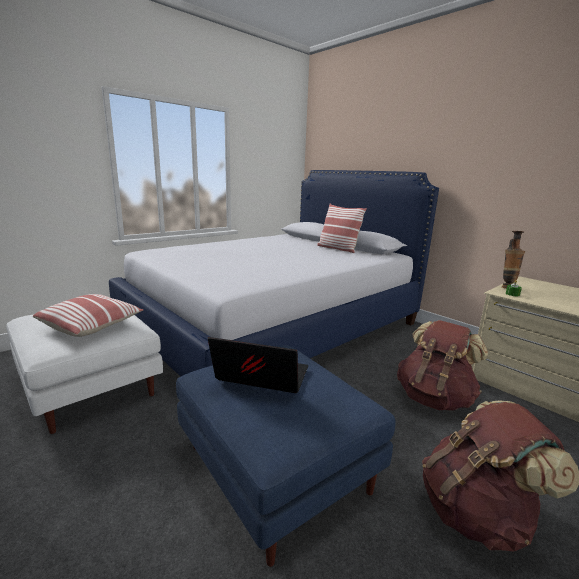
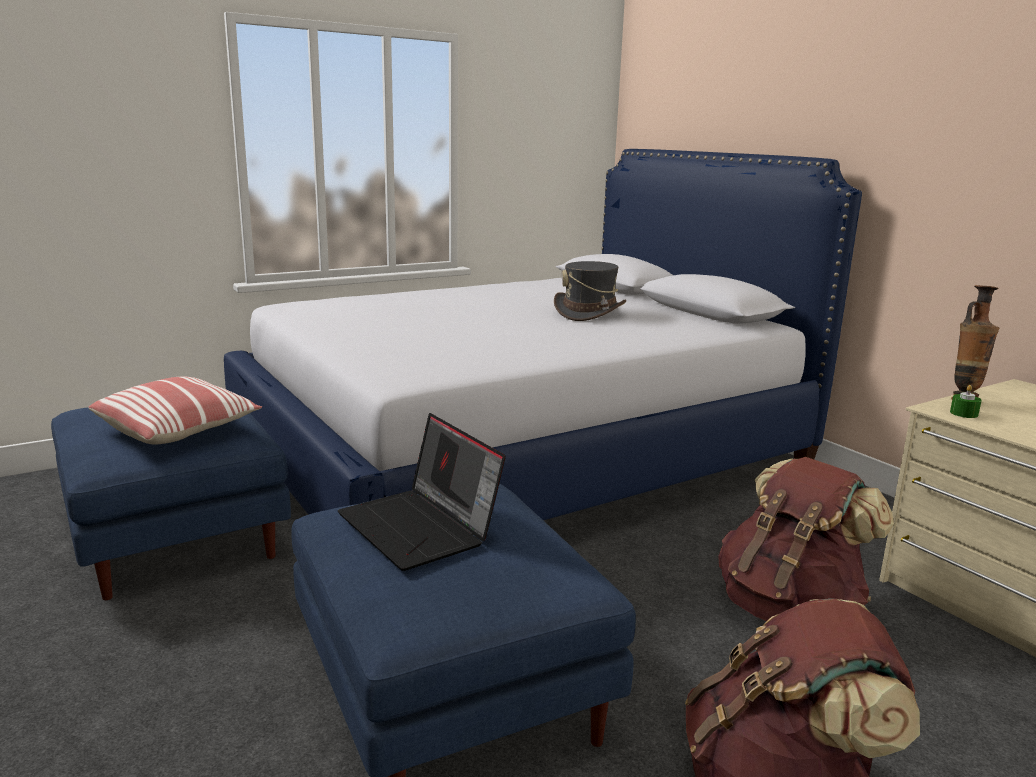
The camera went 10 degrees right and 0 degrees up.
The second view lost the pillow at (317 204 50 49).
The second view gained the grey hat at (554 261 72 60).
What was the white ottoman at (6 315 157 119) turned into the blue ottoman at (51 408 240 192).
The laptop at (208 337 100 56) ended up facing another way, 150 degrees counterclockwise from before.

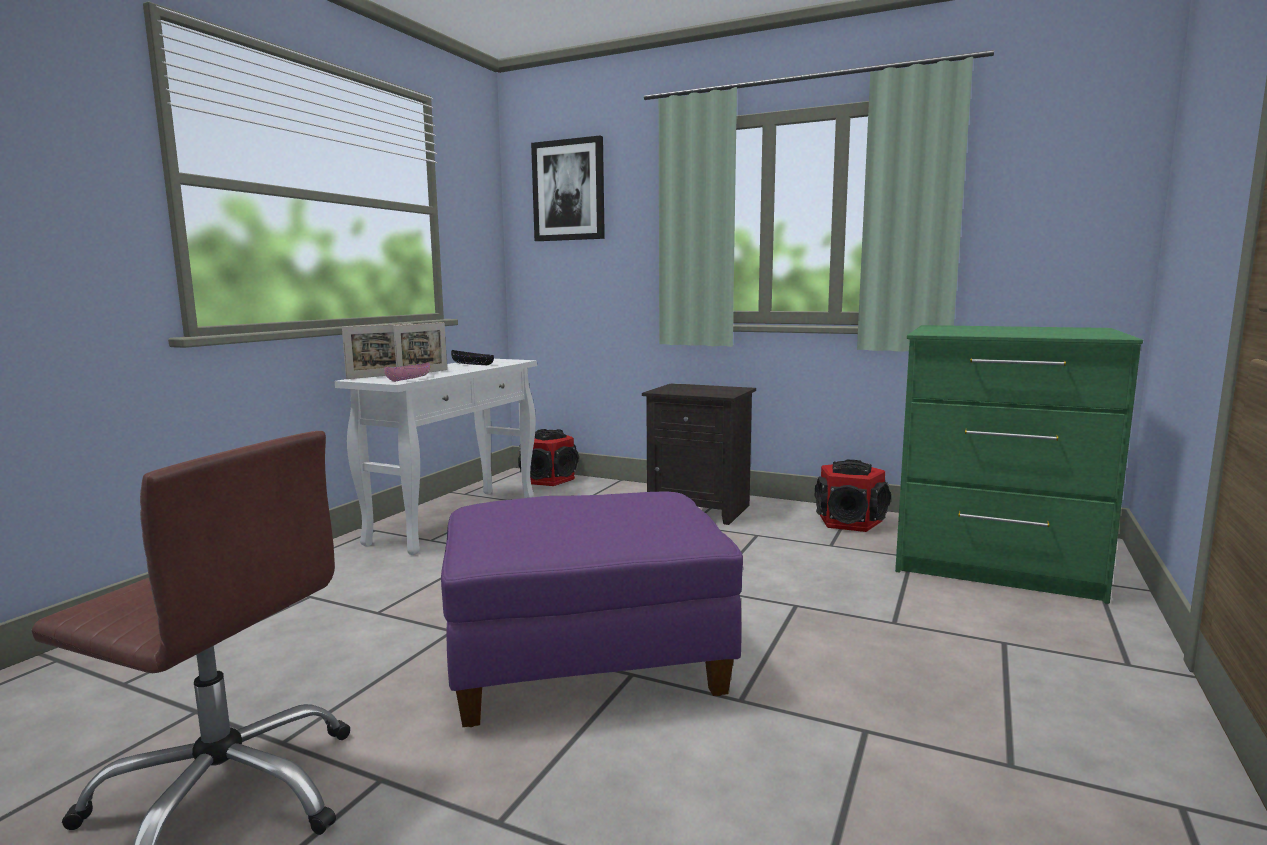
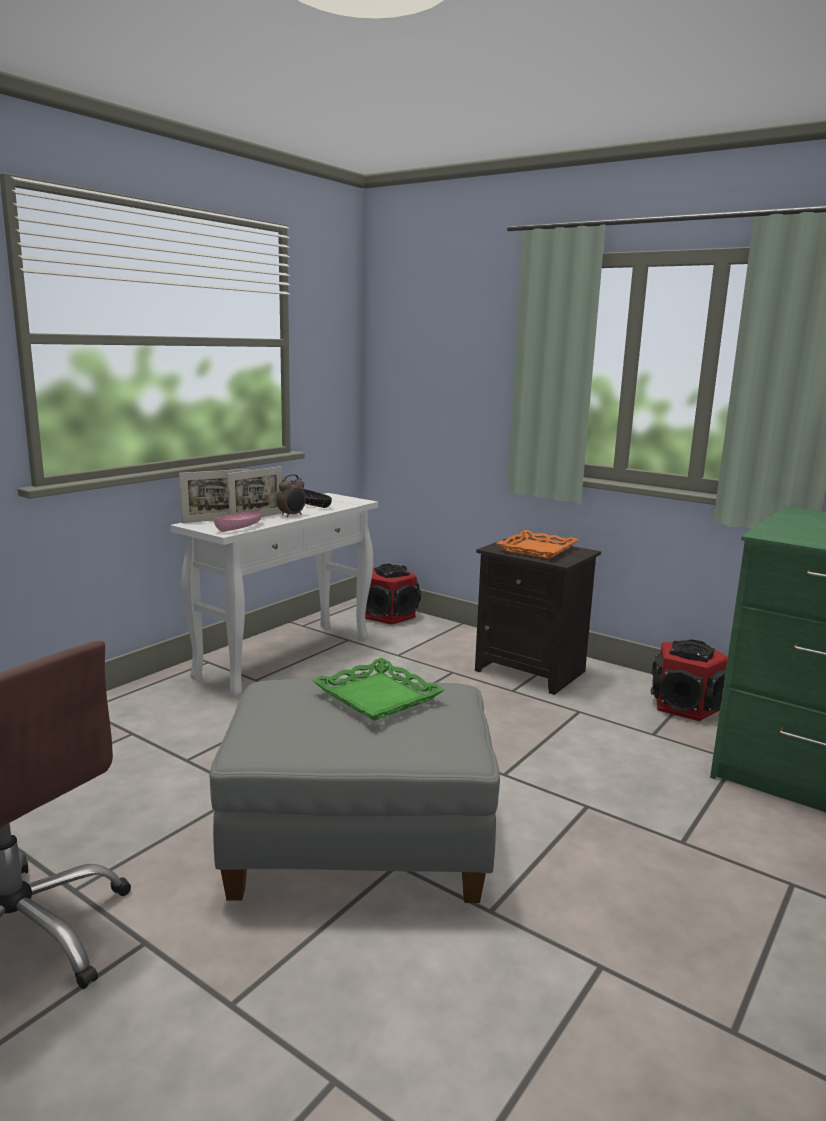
The camera went 10 degrees right and 5 degrees up.
The second view lost the picture at (531 135 74 106).
The second view gained the alarm clock at (277 474 29 43).
The second view gained the green tray at (312 658 134 63).
The second view gained the orange tray at (496 530 83 29).
What was the purple ottoman at (441 491 302 236) turned into the grey ottoman at (210 678 290 225).

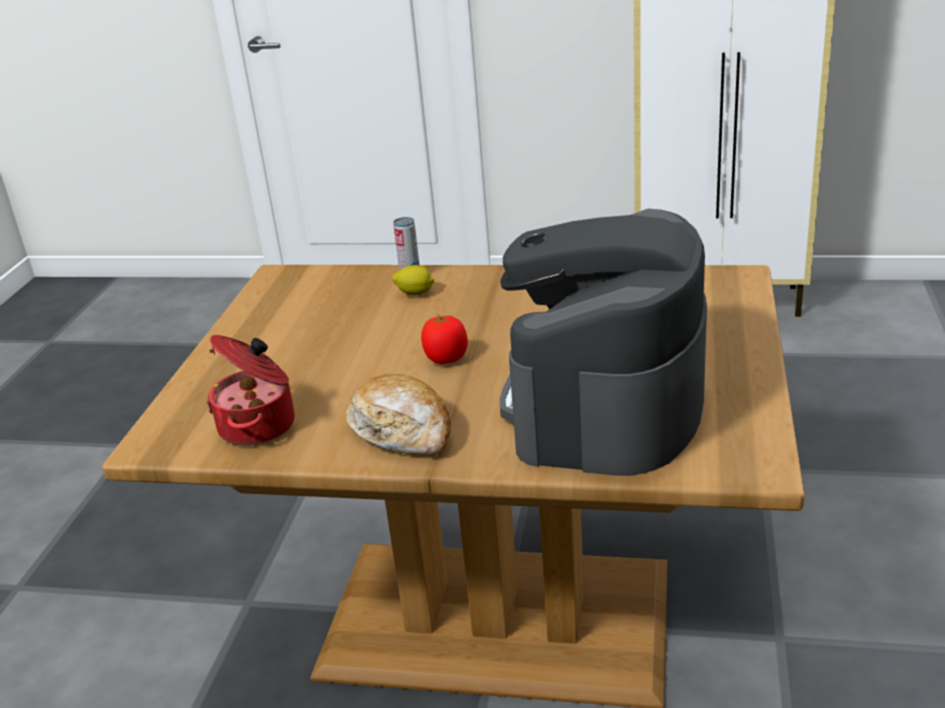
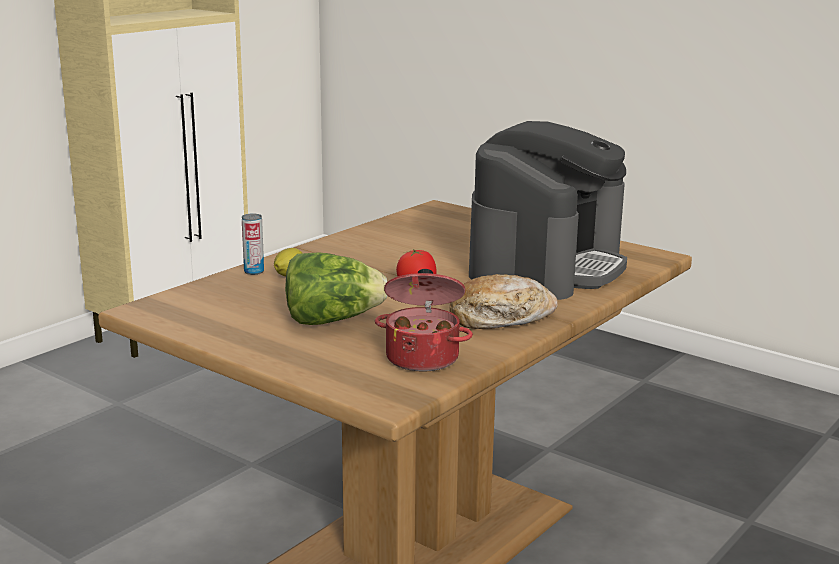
The camera went 65 degrees left and 10 degrees down.
The second view gained the lettuce at (285 252 102 73).
The coffee machine at (500 209 207 267) ended up facing another way, 105 degrees counterclockwise from before.

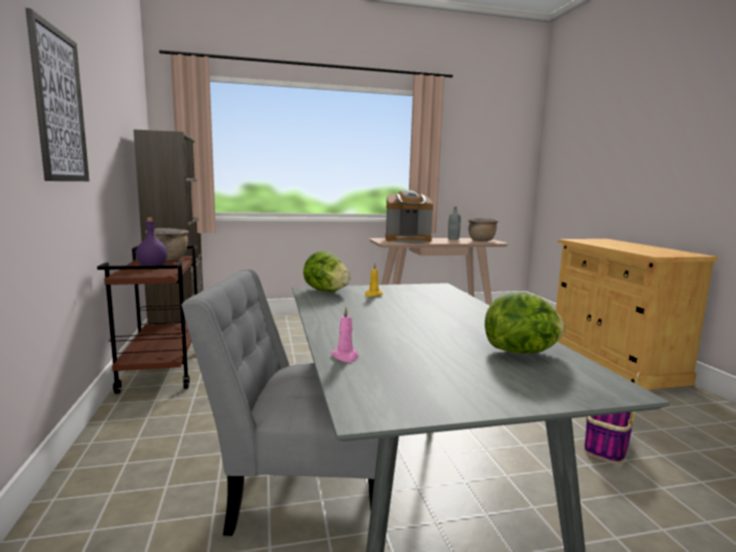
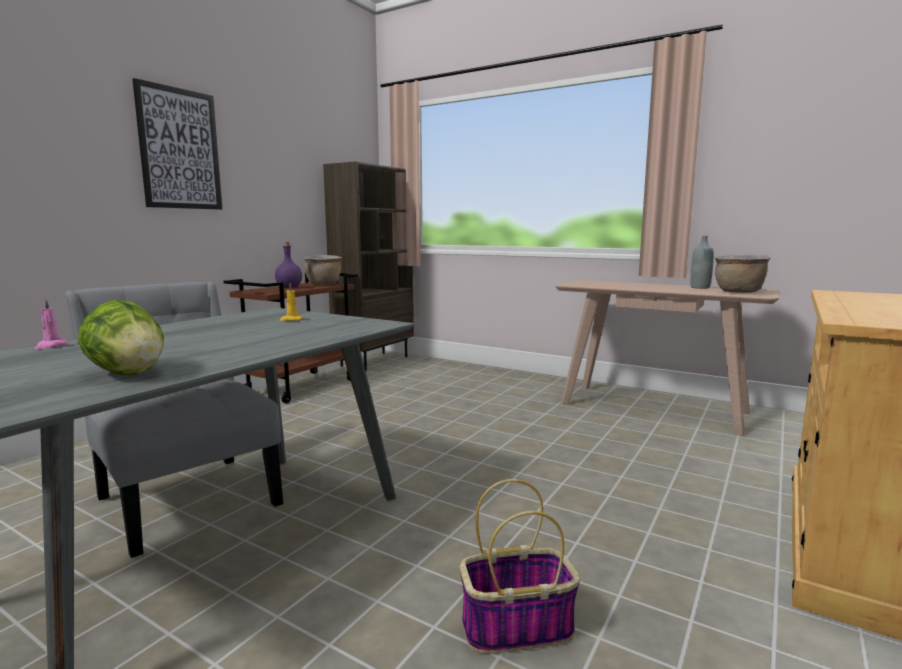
The camera went 45 degrees right and 0 degrees up.
The second view lost the lettuce at (303 251 48 41).
The second view lost the coffee machine at (385 190 48 52).

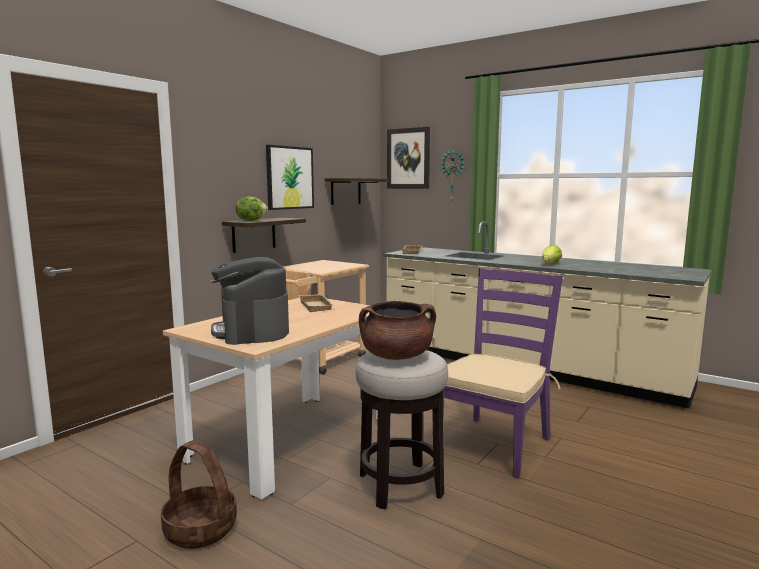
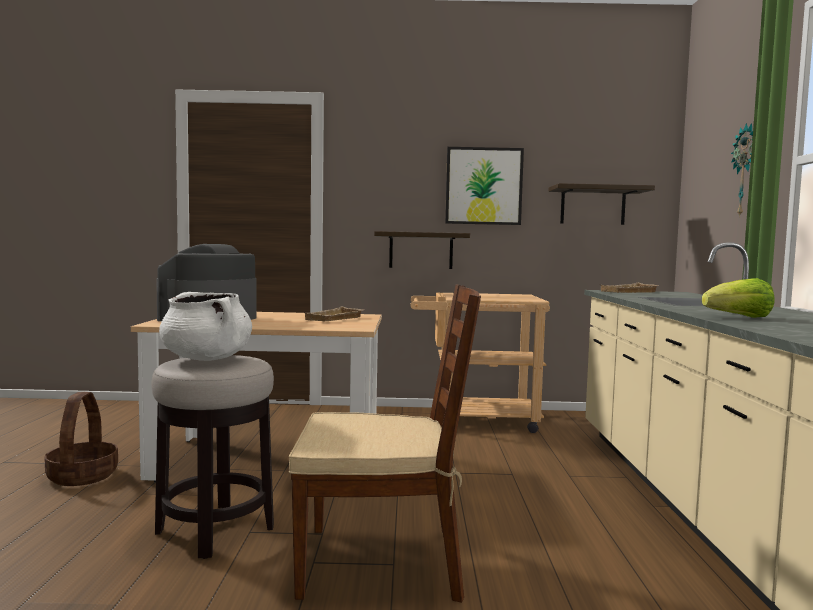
The camera went 55 degrees right and 5 degrees down.
The second view lost the lettuce at (236 196 32 25).
The second view lost the picture at (387 127 43 62).
What was the brown cooking pot at (359 301 77 59) turned into the white cooking pot at (159 292 93 69).
What was the purple chair at (443 268 120 211) turned into the brown chair at (289 284 192 319).

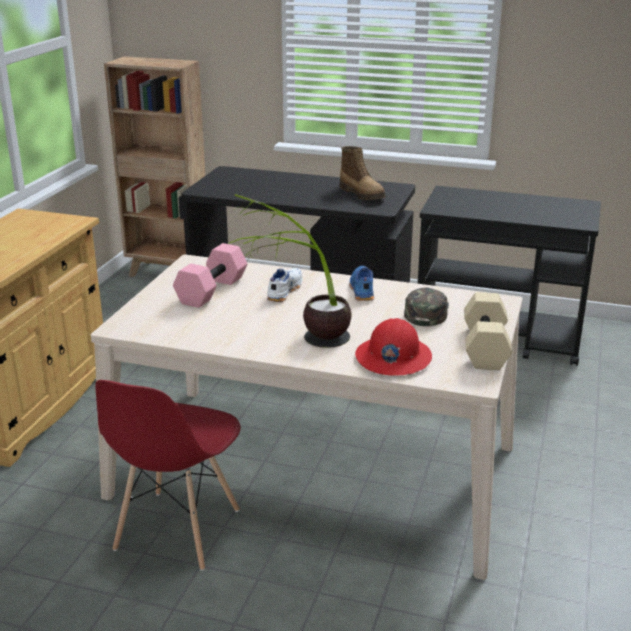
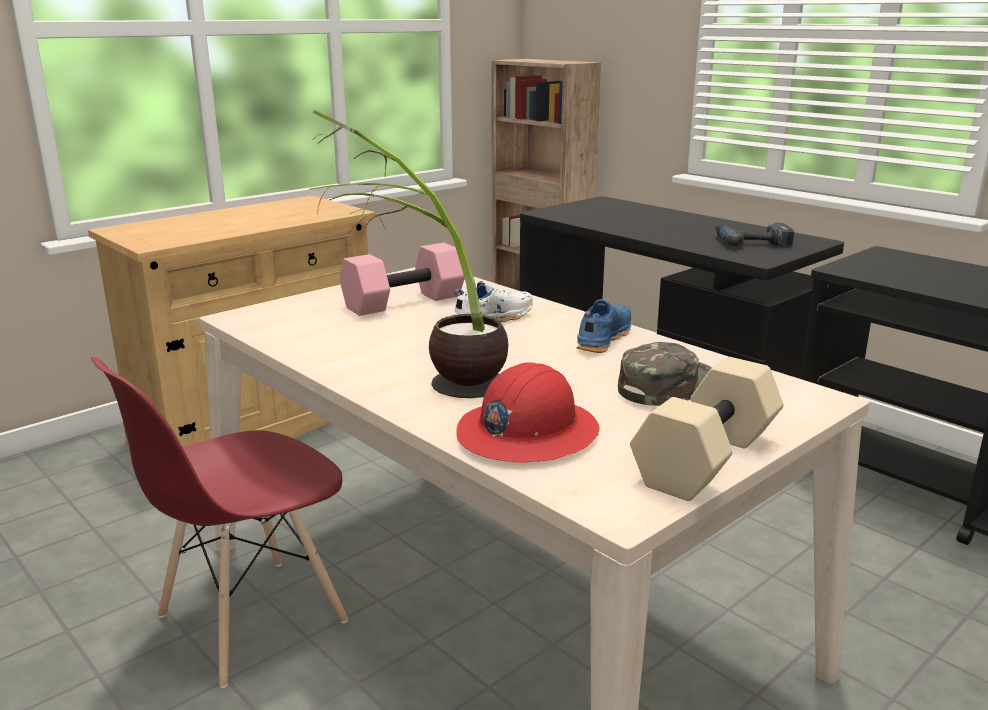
The camera went 30 degrees right and 5 degrees down.
Where the boot stood at (339 146 47 54), the power drill came to stand at (715 223 79 24).

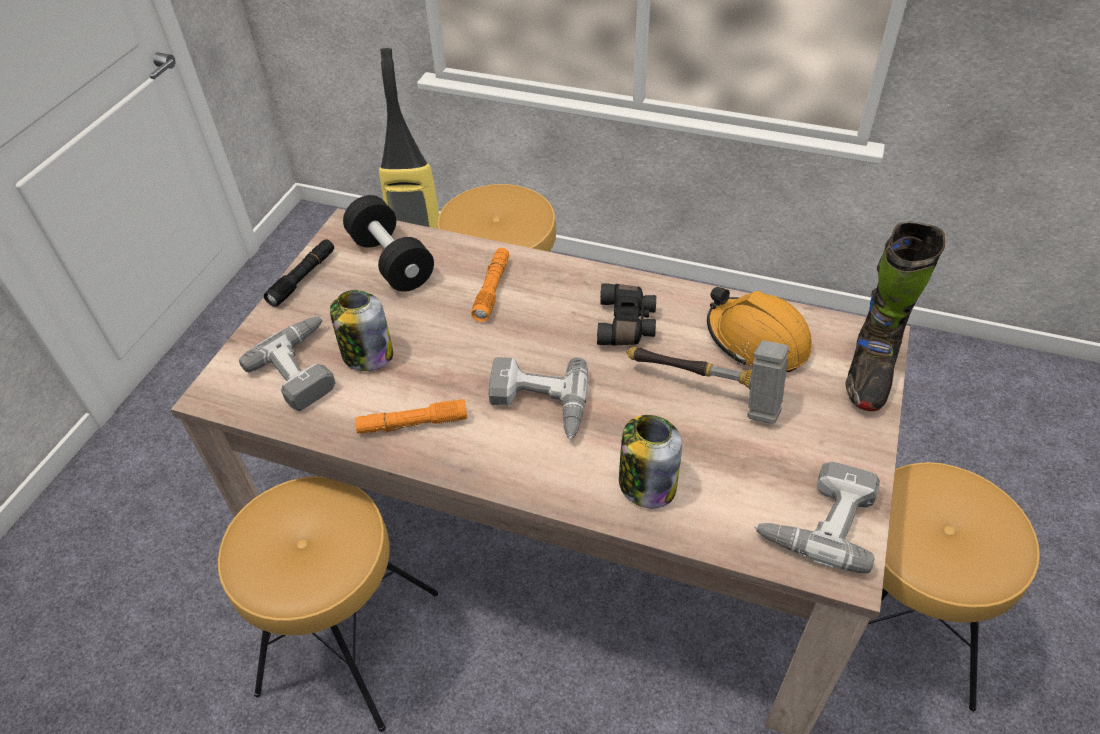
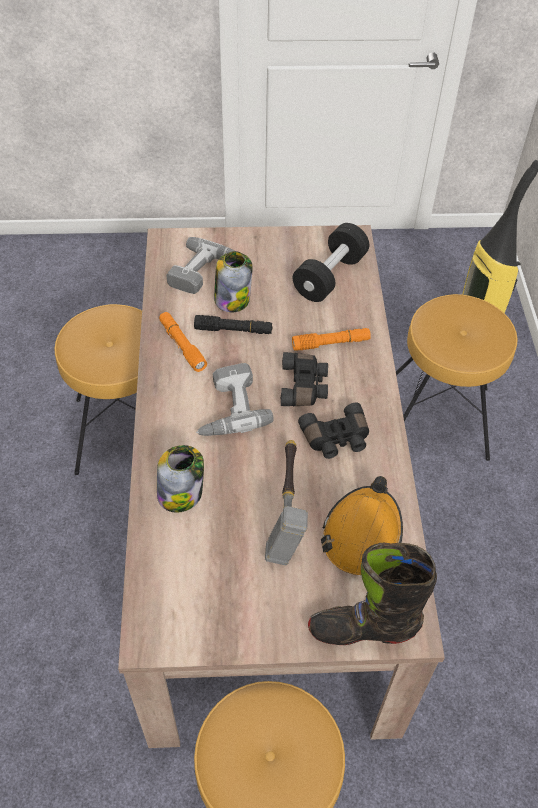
The camera went 65 degrees right and 5 degrees up.
The second view lost the power drill at (754 462 126 111).
The second view gained the black binoculars at (281 352 47 54).
The black flashlight ended up elsewhere, having gone from (264 239 70 68) to (194 315 78 19).

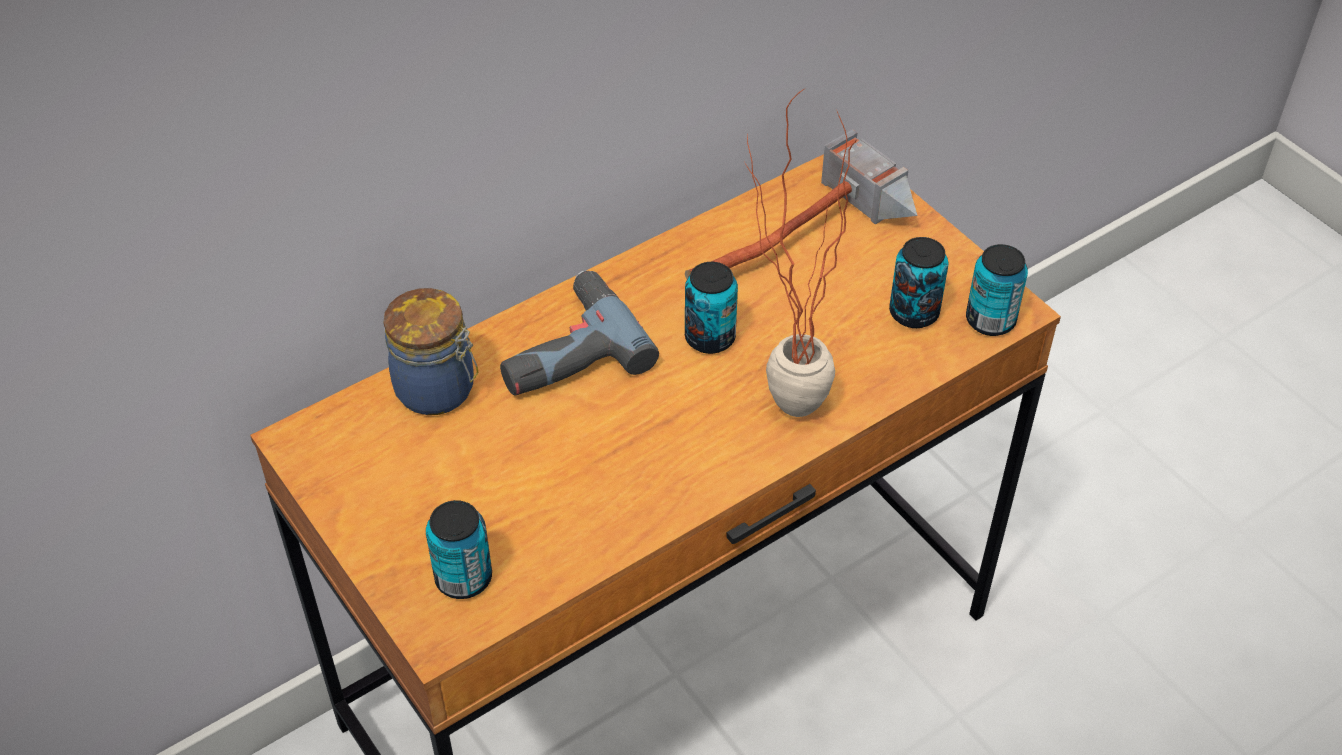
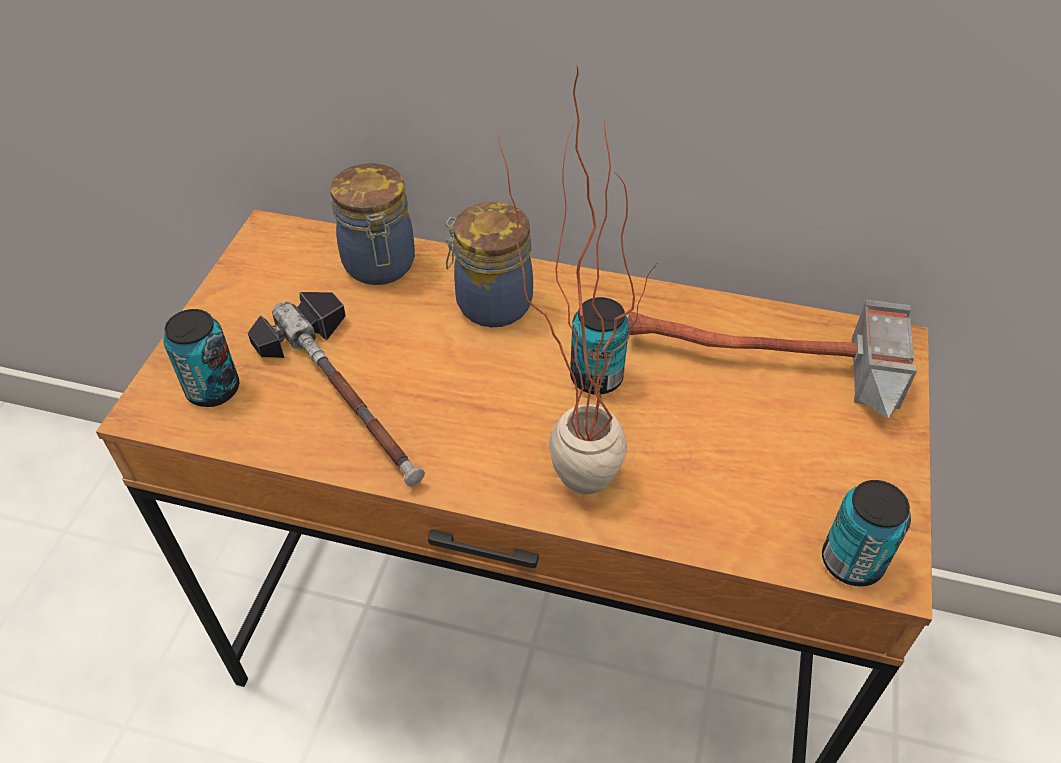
The camera went 50 degrees right and 0 degrees up.
The second view lost the can at (889 237 60 91).
The second view gained the hammer at (248 292 177 194).
Where the power drill stood at (500 271 159 125), the jar came to stand at (446 202 87 125).

